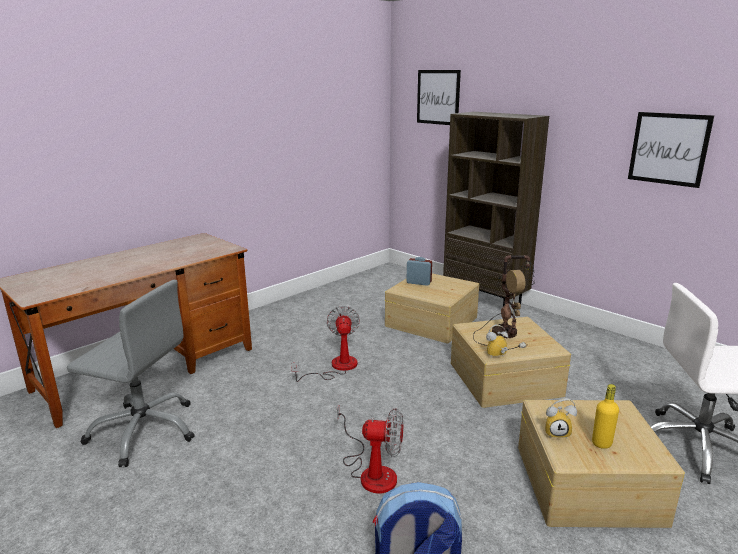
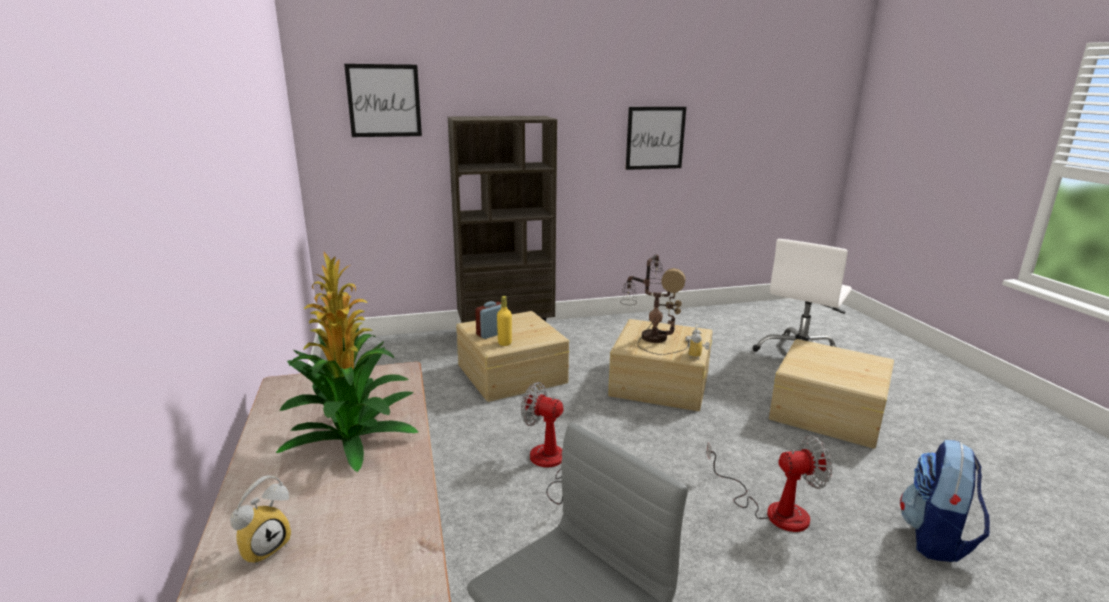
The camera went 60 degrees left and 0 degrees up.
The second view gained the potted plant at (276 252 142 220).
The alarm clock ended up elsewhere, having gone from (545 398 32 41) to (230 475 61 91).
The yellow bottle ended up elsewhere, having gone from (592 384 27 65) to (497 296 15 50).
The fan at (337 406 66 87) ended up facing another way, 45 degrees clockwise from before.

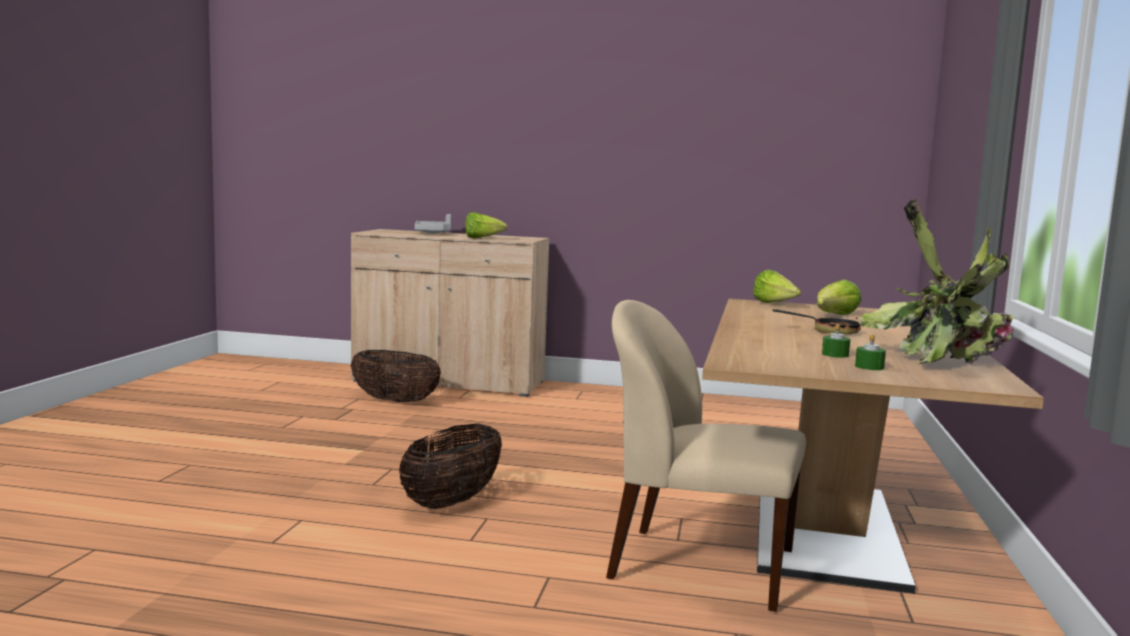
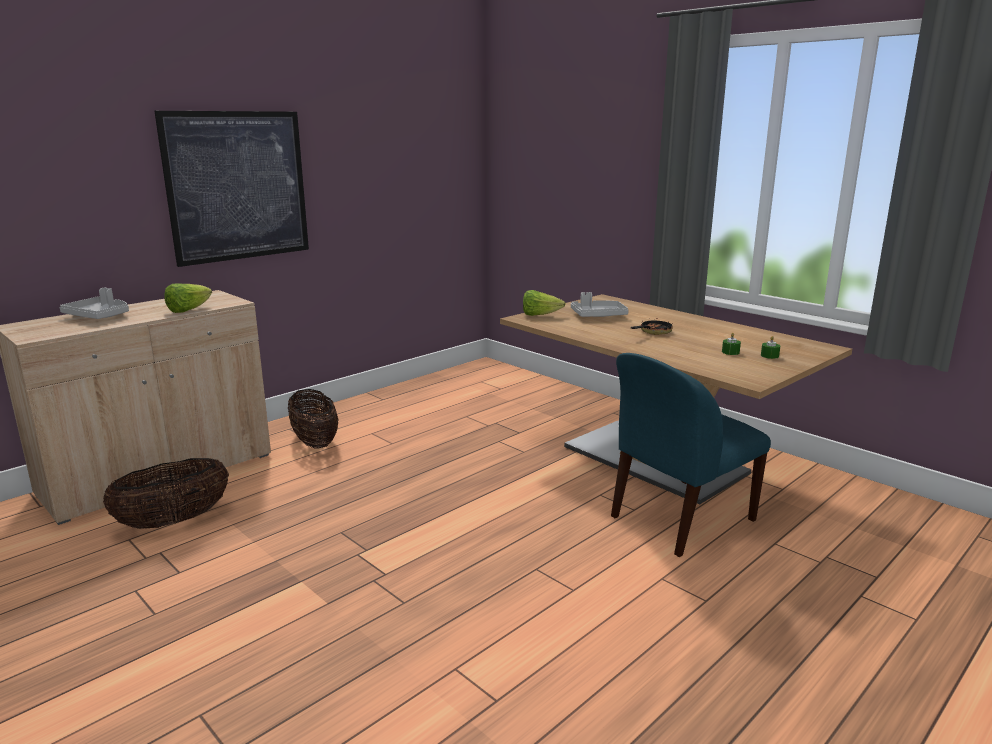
The camera went 55 degrees left and 10 degrees up.
The second view lost the potted plant at (858 199 156 165).
The second view gained the picture at (154 111 155 156).
The basket ended up elsewhere, having gone from (399 424 103 85) to (288 389 50 60).
Where the lettuce stood at (817 279 44 36), the grey tray came to stand at (571 292 58 25).
What was the beige chair at (606 300 200 312) turned into the blue chair at (611 353 160 204).

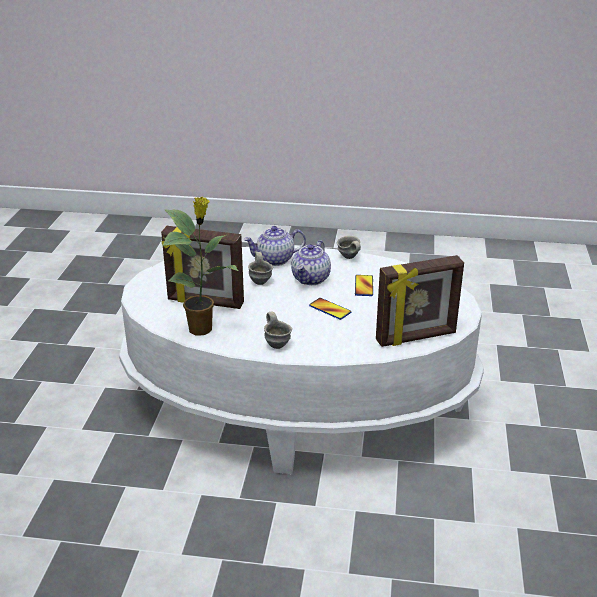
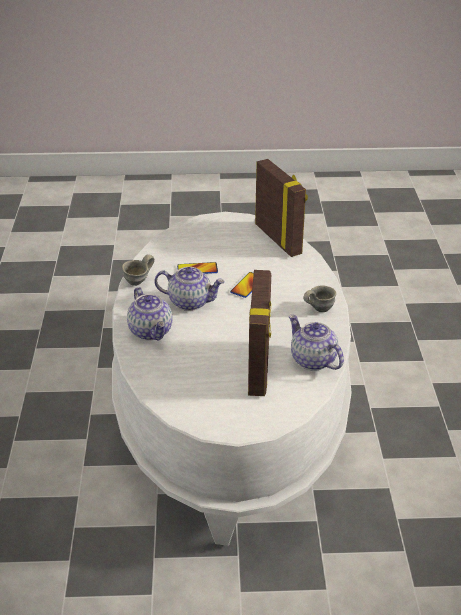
The camera went 100 degrees left and 5 degrees up.
The second view lost the grey mug at (248 252 25 33).
Where the potted plant stood at (162 197 76 139), the teapot came to stand at (289 315 55 56).

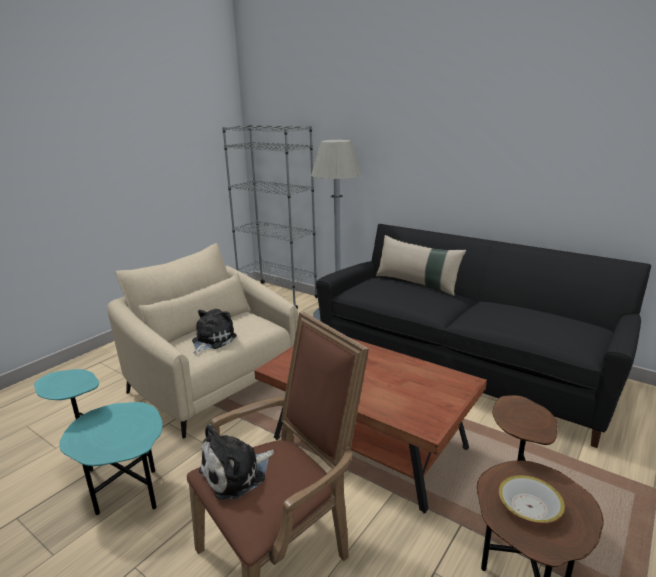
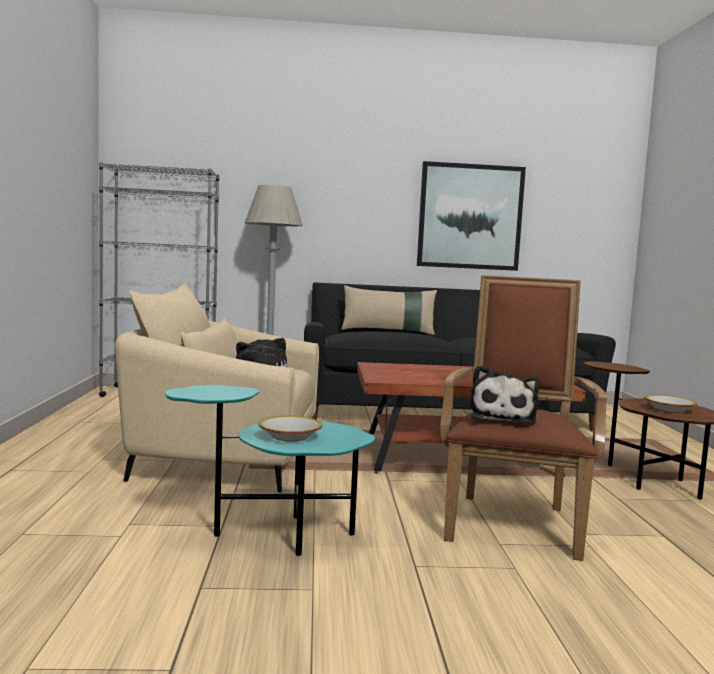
The camera went 40 degrees left and 15 degrees down.
The second view gained the bowl at (258 416 64 25).
The second view gained the picture at (417 161 109 110).

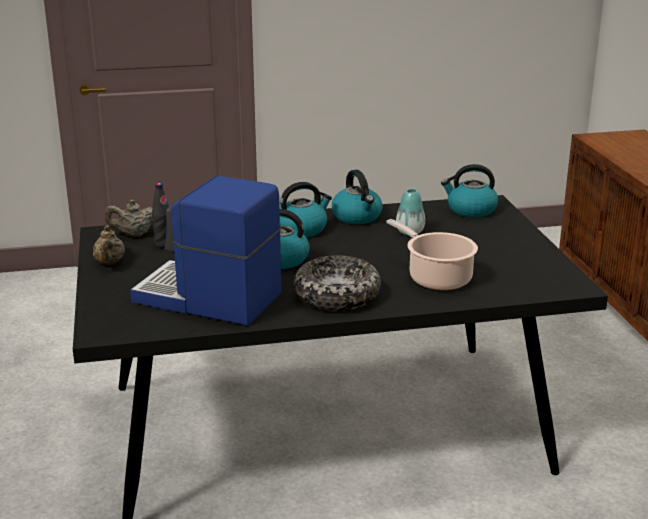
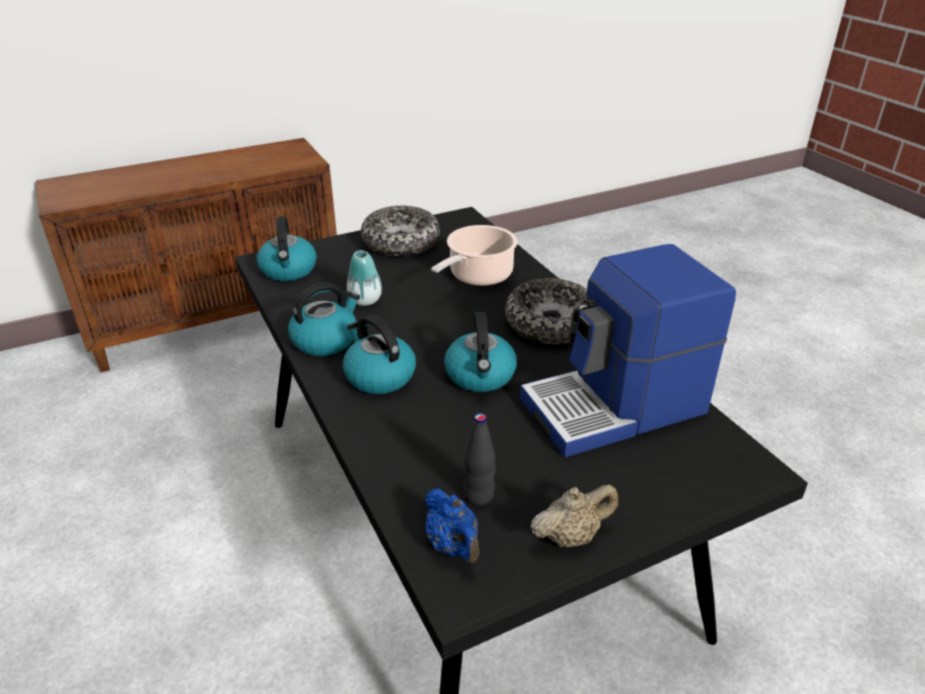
The camera went 105 degrees left and 10 degrees up.
The second view gained the bowl at (361 206 79 50).
What was the beige teapot at (105 200 48 37) turned into the blue teapot at (425 488 55 75).
The coffee machine at (130 176 151 150) ended up facing another way, 60 degrees clockwise from before.

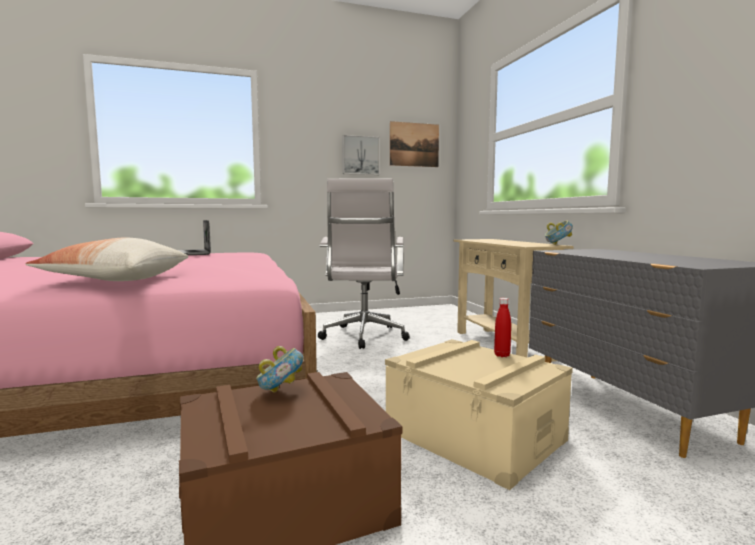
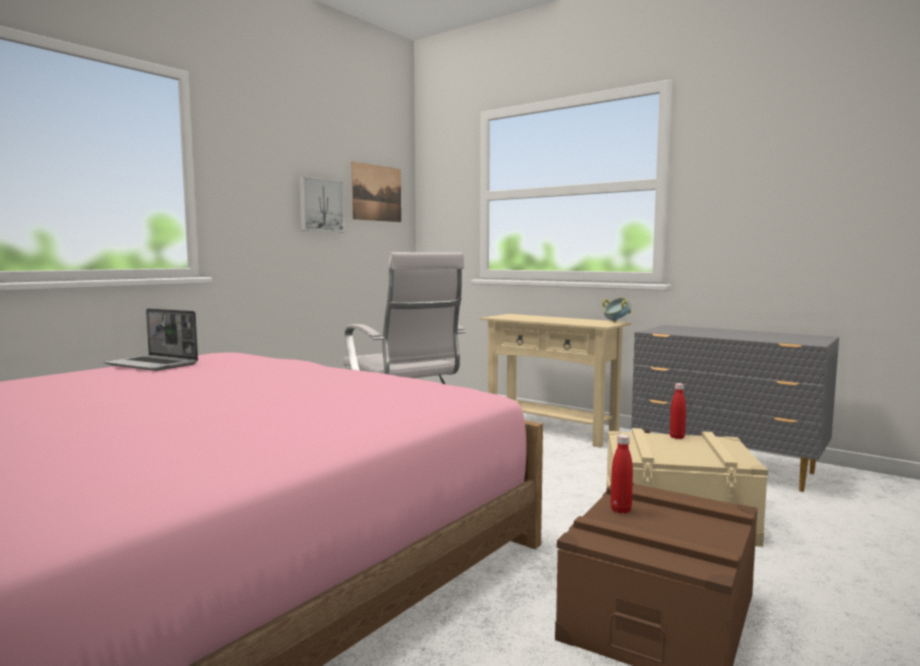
The camera went 35 degrees left and 0 degrees up.
The second view lost the pillow at (25 238 163 43).
Where the bowl stood at (256 346 47 47), the red bottle came to stand at (611 434 22 80).

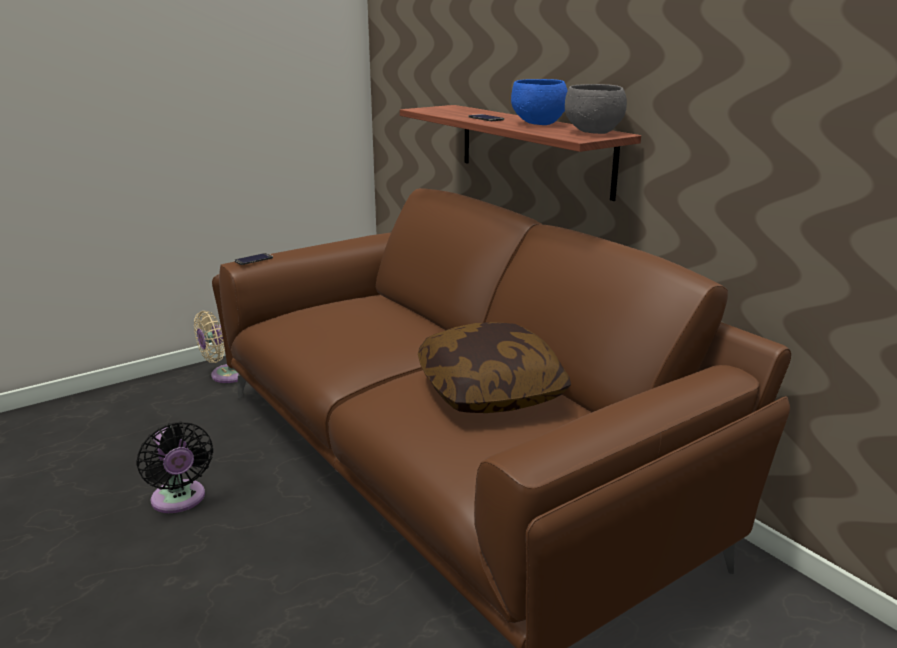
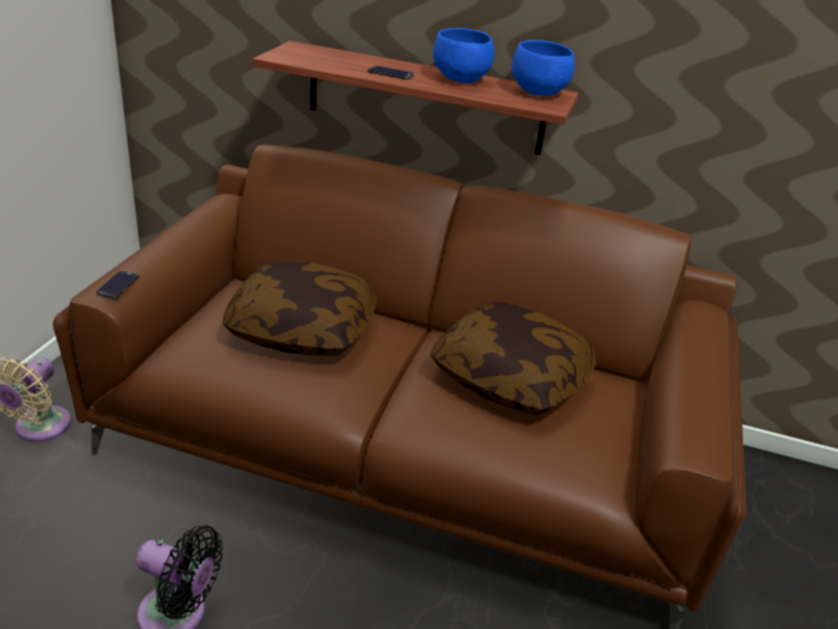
The camera went 40 degrees left and 10 degrees up.
The second view gained the pillow at (223 261 154 95).
What was the grey bowl at (565 84 62 50) turned into the blue bowl at (512 40 63 56).

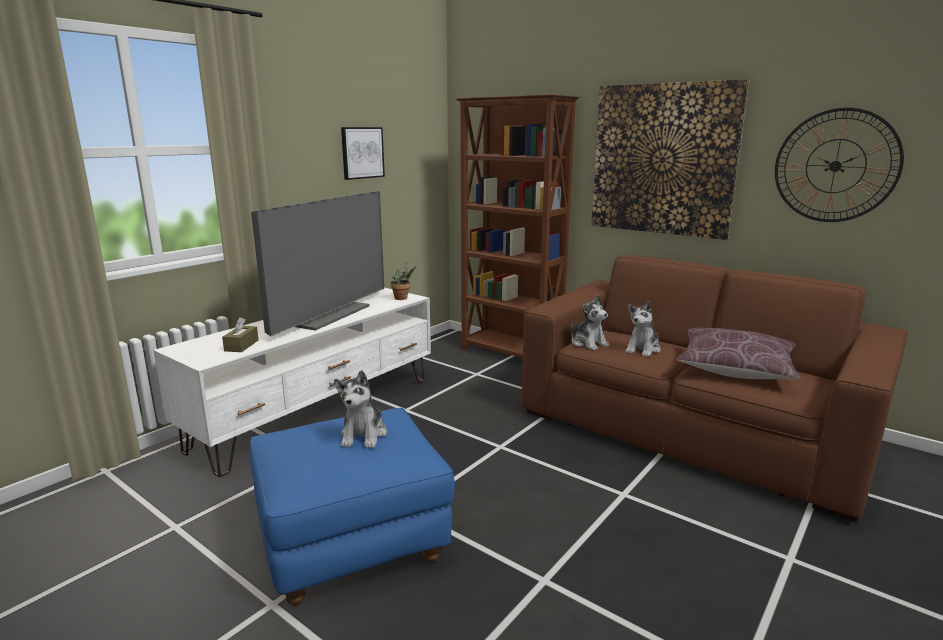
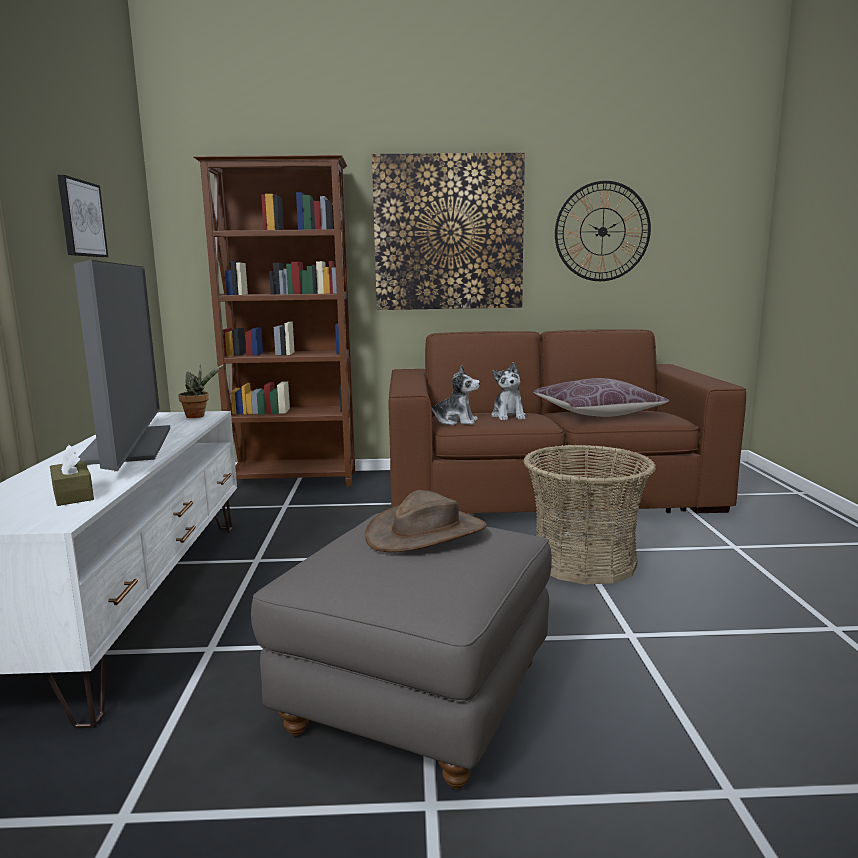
The camera went 40 degrees left and 5 degrees down.
The second view gained the basket at (524 445 132 139).
Where the plush toy stood at (334 370 53 78), the brown hat came to stand at (365 490 122 62).
What was the blue ottoman at (249 408 206 198) turned into the grey ottoman at (251 513 301 276).

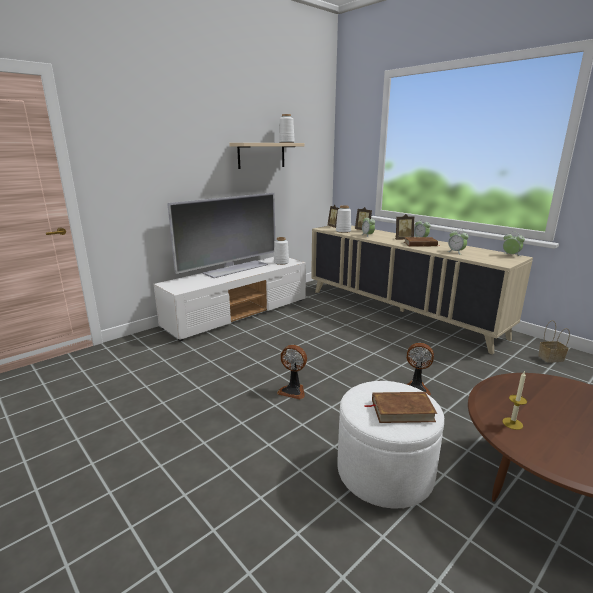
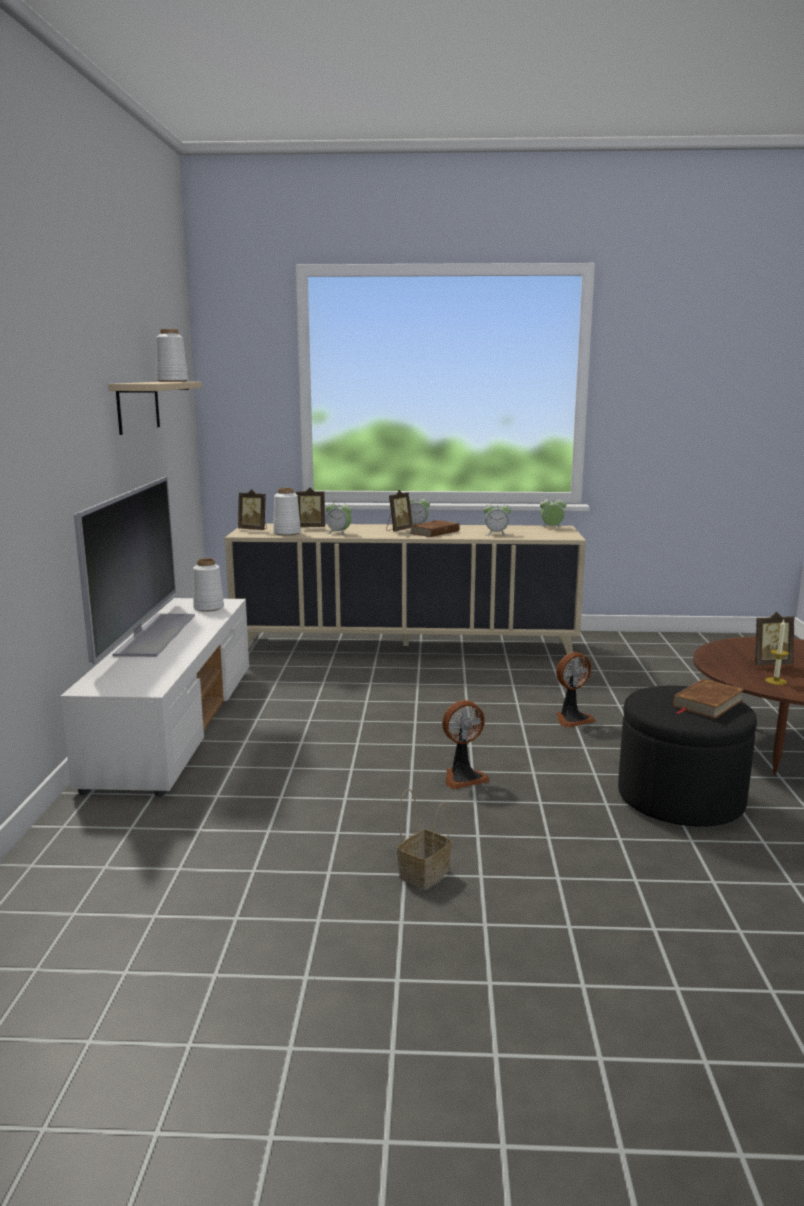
The camera went 45 degrees left and 5 degrees down.
The second view gained the picture frame at (751 612 44 54).
The basket ended up elsewhere, having gone from (538 320 32 42) to (397 789 55 101).
What was the white ottoman at (337 381 107 128) turned into the black ottoman at (618 686 139 141).

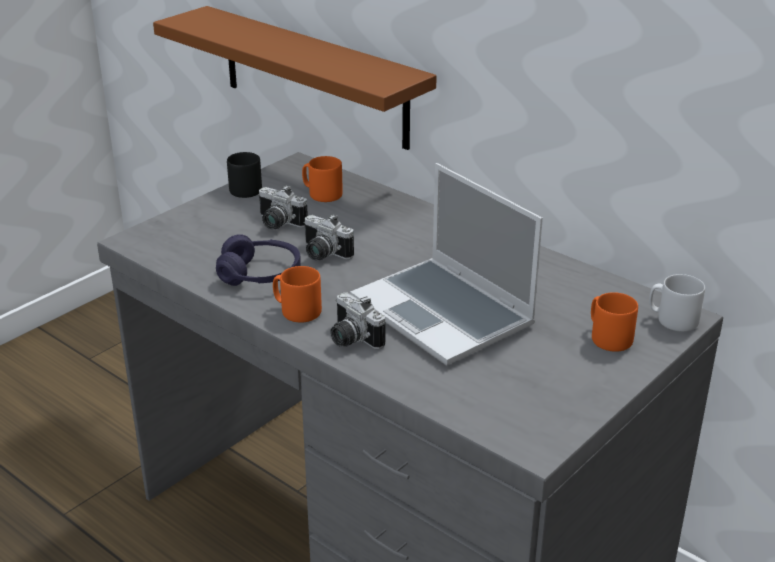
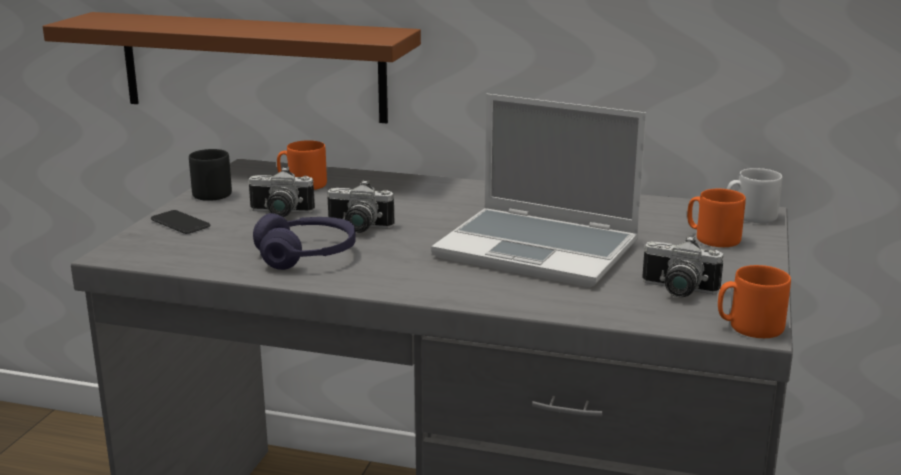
The camera went 25 degrees left and 10 degrees down.
The second view gained the phone at (151 210 59 24).
The orange mug ended up elsewhere, having gone from (273 266 49 57) to (718 265 73 73).
The photo camera ended up elsewhere, having gone from (330 292 55 57) to (642 235 81 62).

